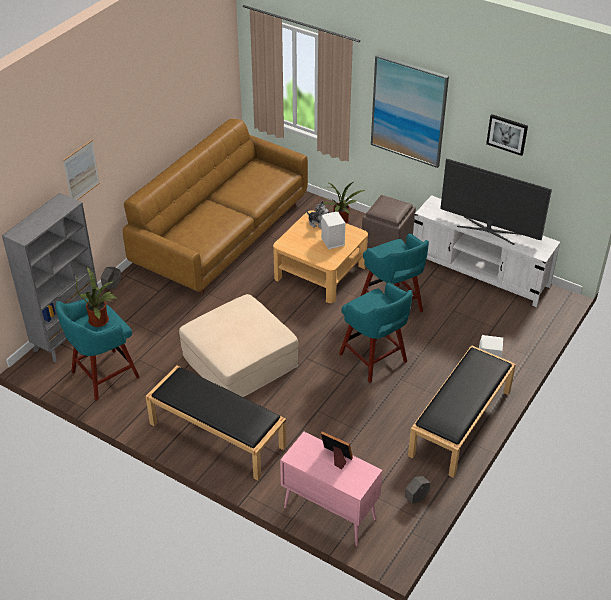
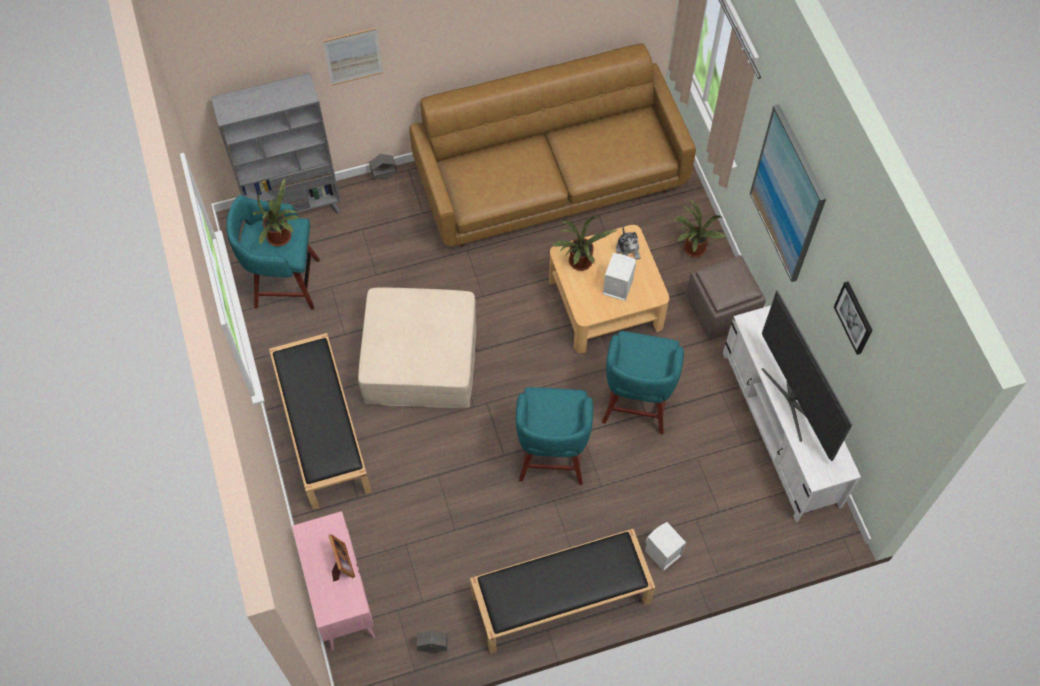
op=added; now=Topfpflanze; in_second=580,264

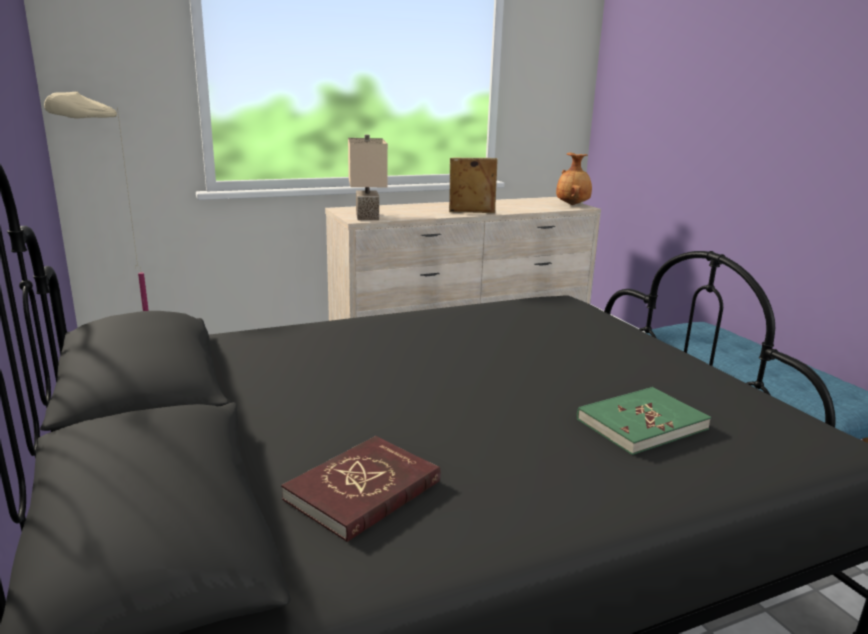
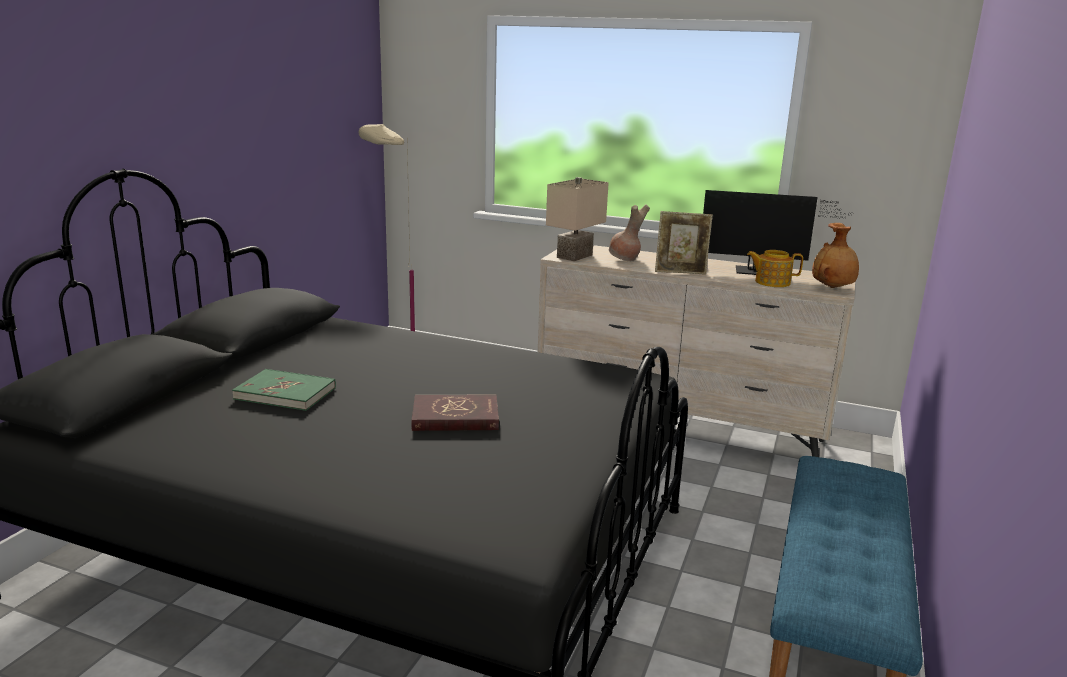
op=turned; was=Bilderrahmen; in_first=471,213; in_second=680,272; clockwise=135
op=moved; was=Buch (grün); in_first=641,424; in_second=285,393
op=moved; was=Buch (rot); in_first=363,491; in_second=455,417
op=added; now=Monitor; in_second=756,271
op=added; now=Vase (braun); in_second=624,259
op=added; now=Teekanne; in_second=771,282

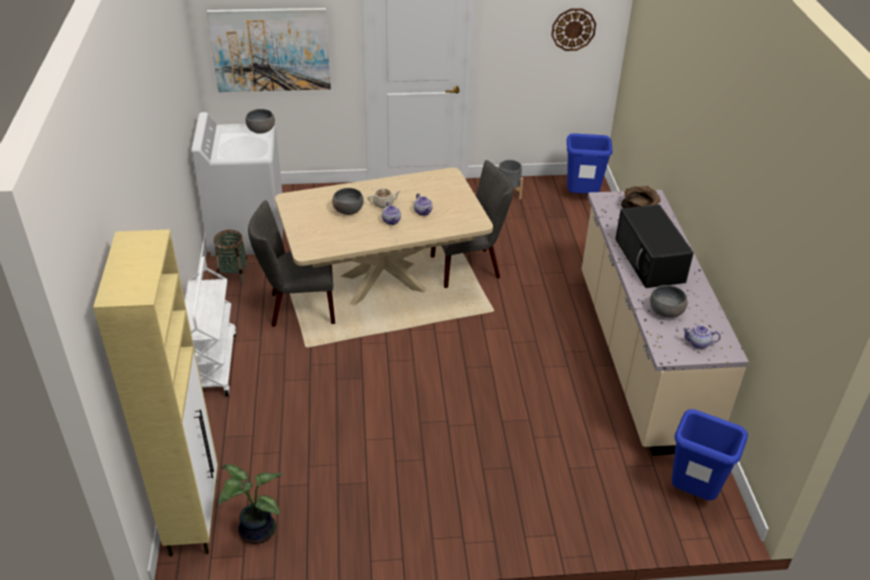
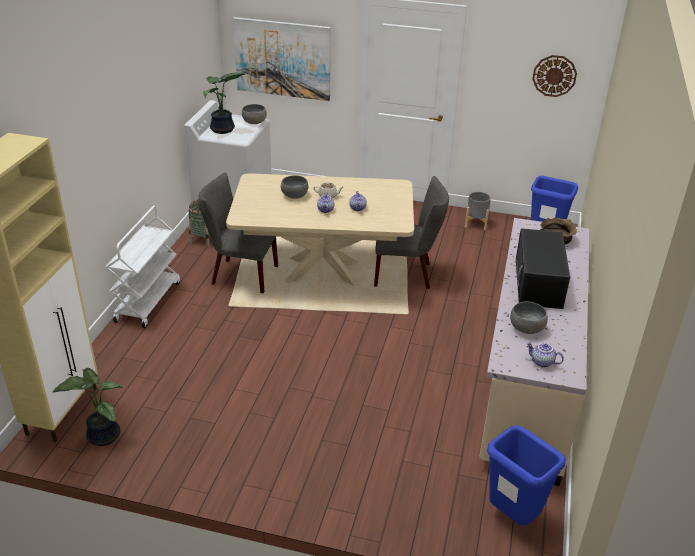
op=added; now=Topfpflanze; in_second=223,130

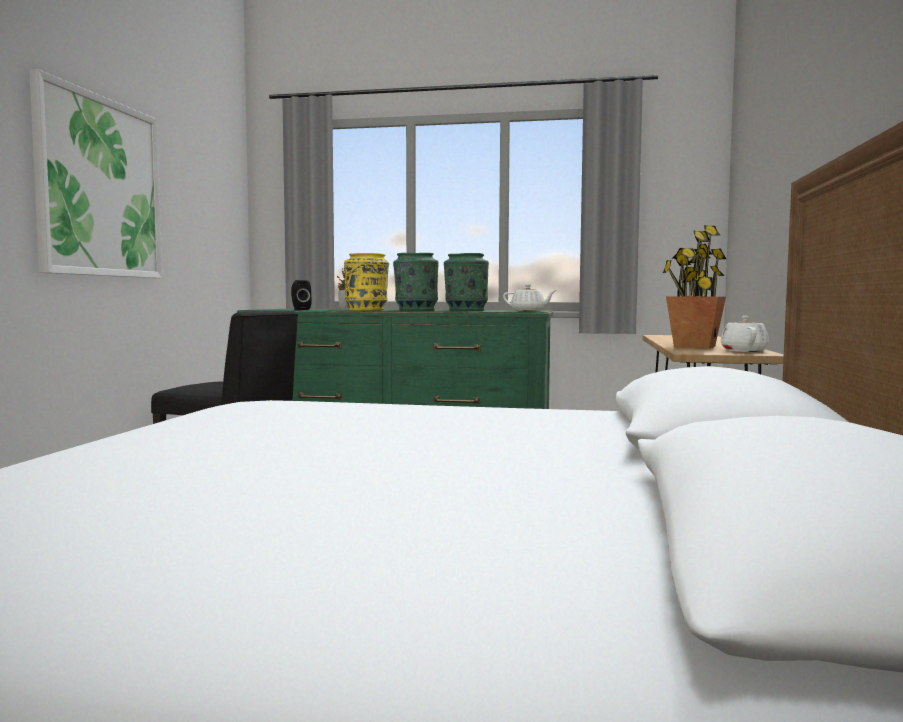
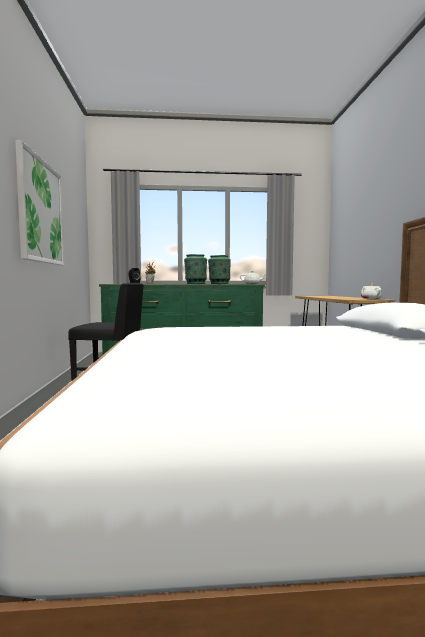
op=removed; was=Topfpflanze; in_first=694,347
op=removed; was=Vase (gelb); in_first=367,310

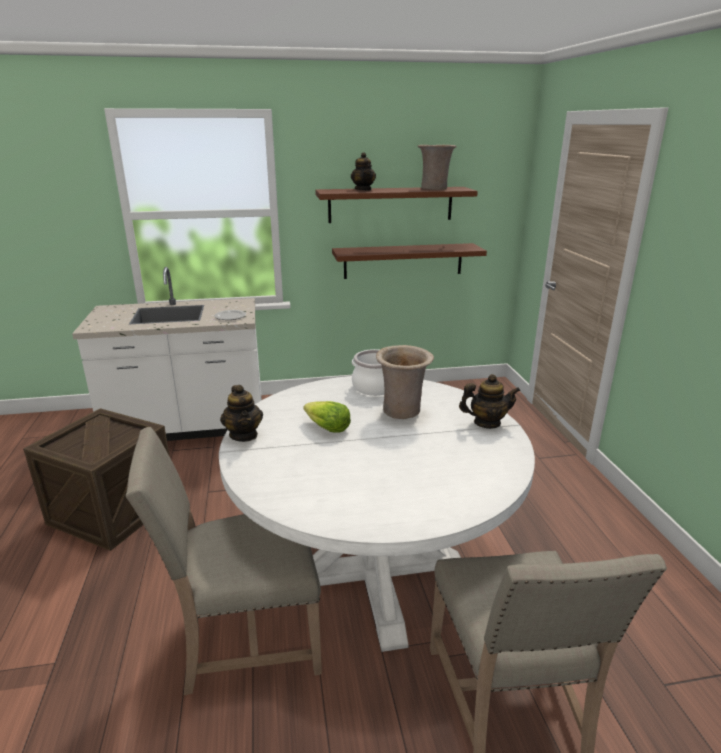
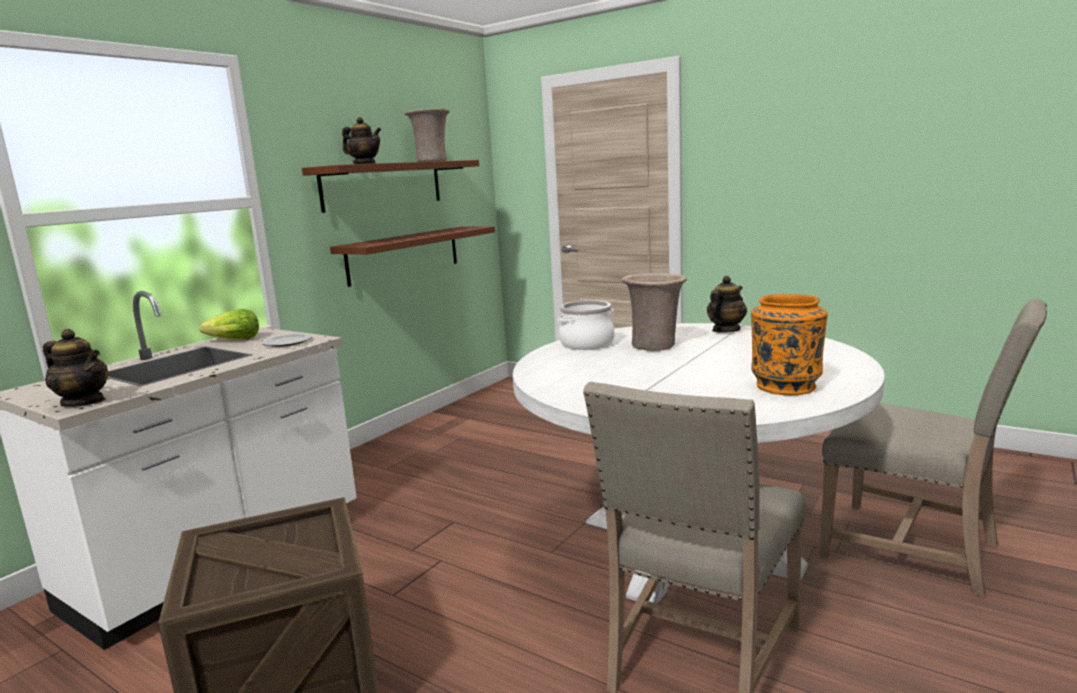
op=moved; was=Teekanne; in_first=244,435; in_second=84,402
op=moved; was=Salatkopf; in_first=327,428; in_second=234,340
op=added; now=Vase (orange); in_second=785,386

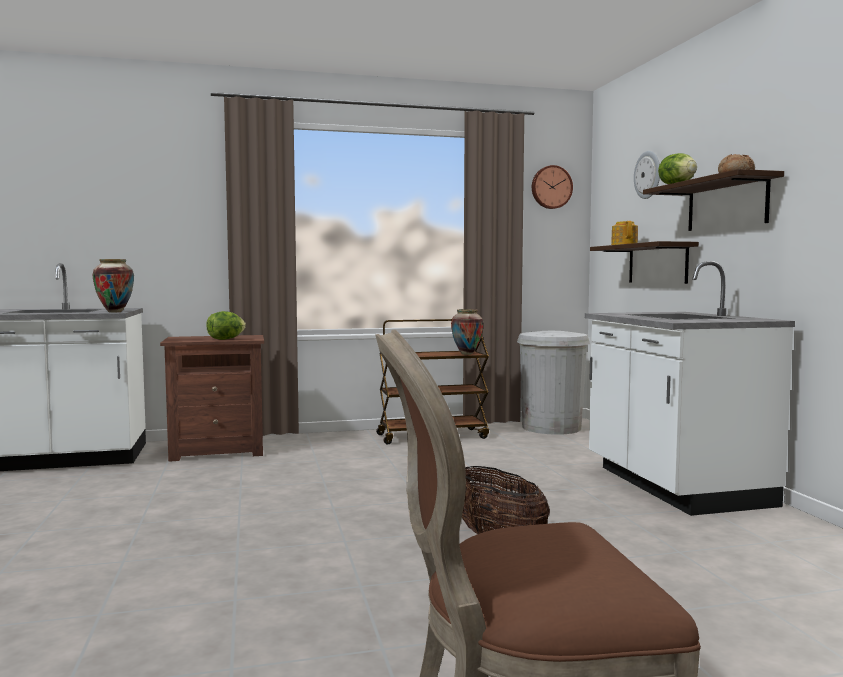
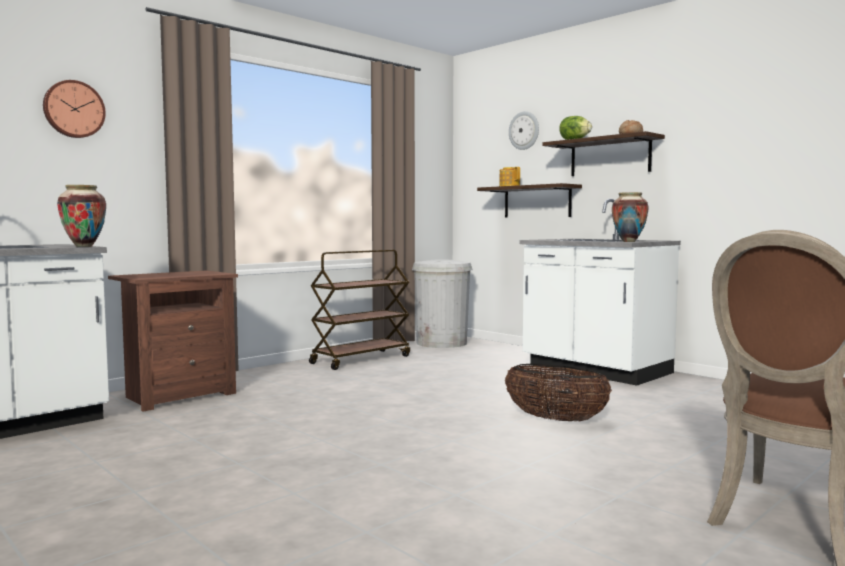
op=moved; was=Wanduhr; in_first=551,187; in_second=73,109
op=moved; was=Vase; in_first=466,354; in_second=628,241
op=removed; was=Salatkopf; in_first=225,339

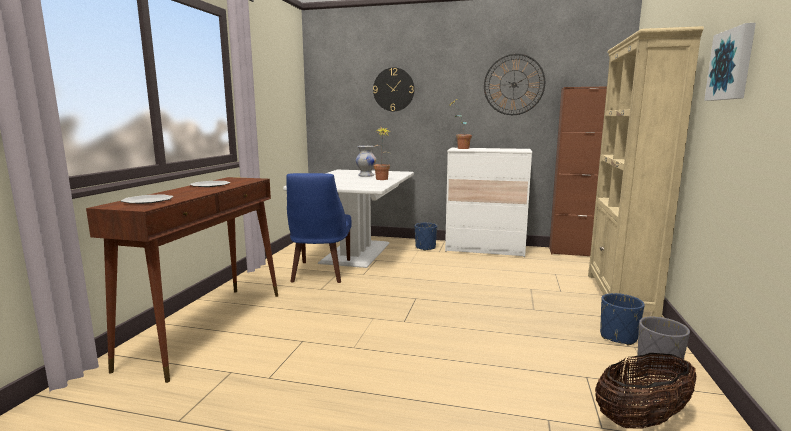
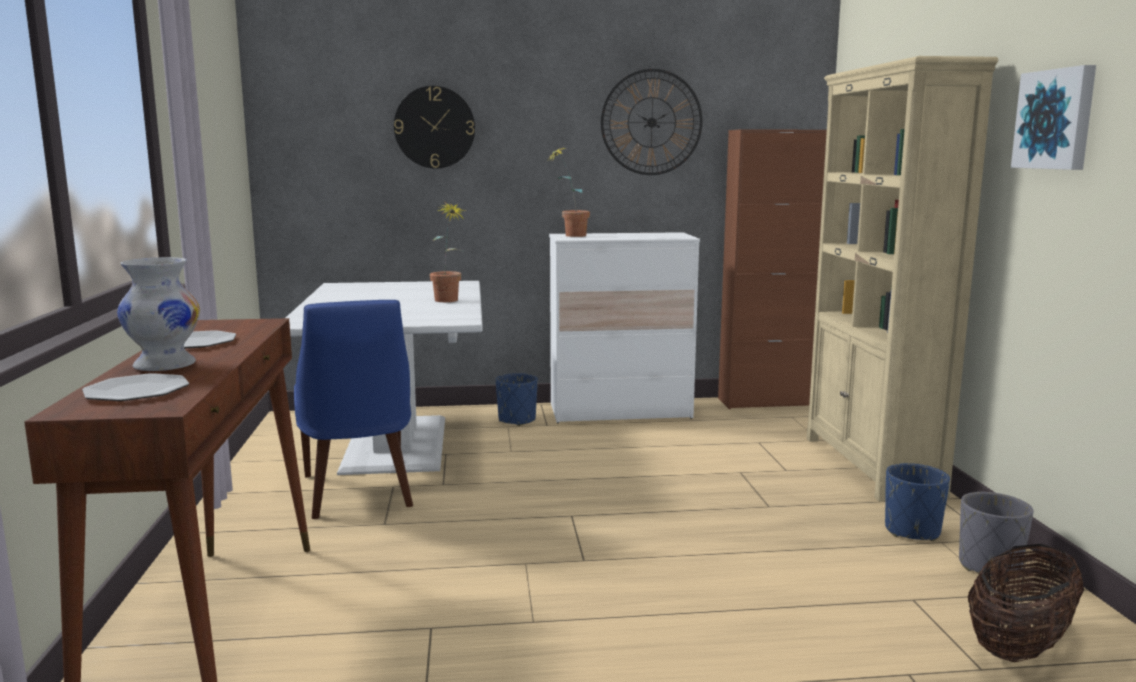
op=moved; was=Vase (weiß); in_first=366,176; in_second=165,366

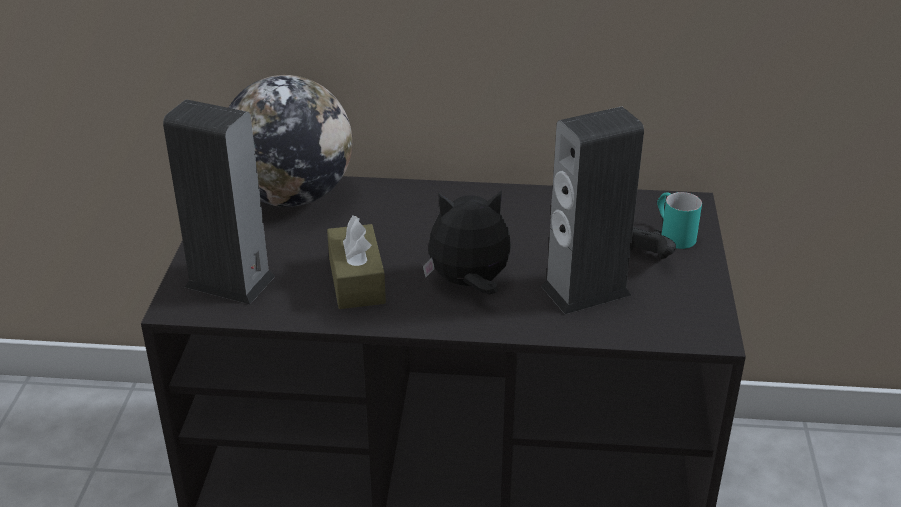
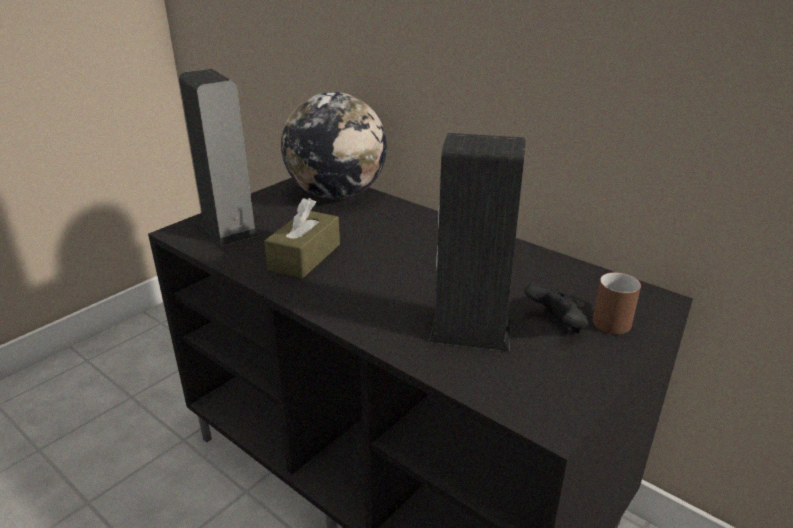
op=removed; was=Plüschtier; in_first=469,284
op=recoloured; was=Henkelbecher (türkis); now=Henkelbecher (braun); in_first=673,234; in_second=610,317

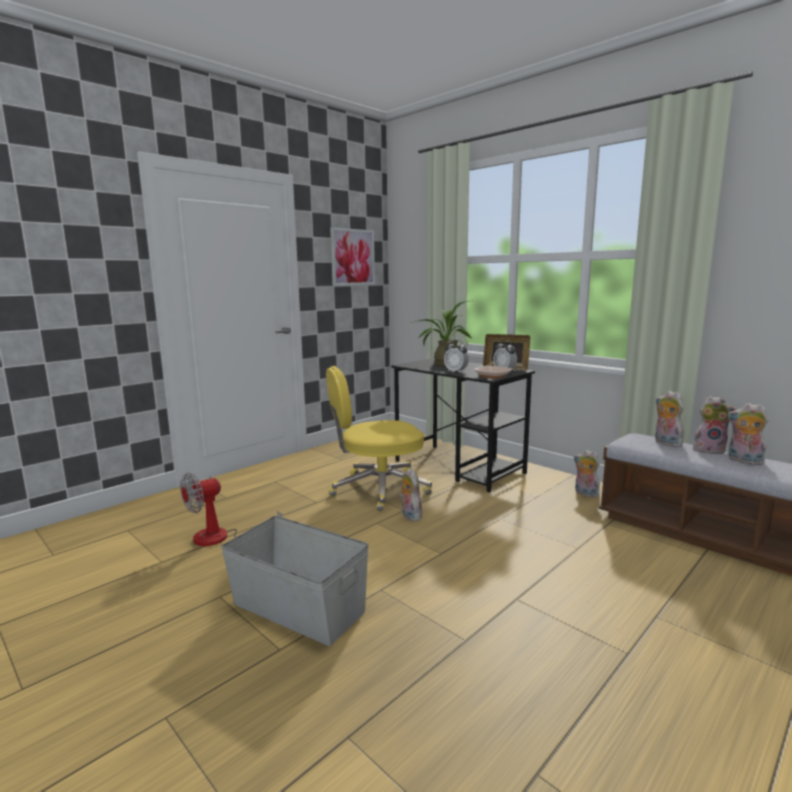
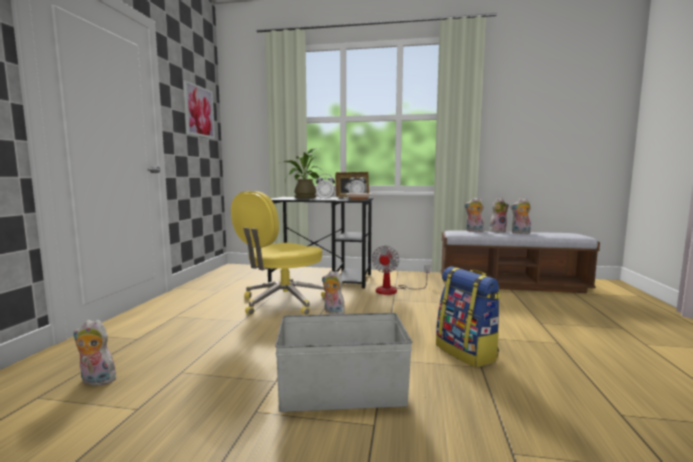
op=moved; was=Plüschtier; in_first=585,493; in_second=95,381
op=moved; was=Ventilator; in_first=222,539; in_second=393,290
op=added; now=Rucksack; in_second=467,352

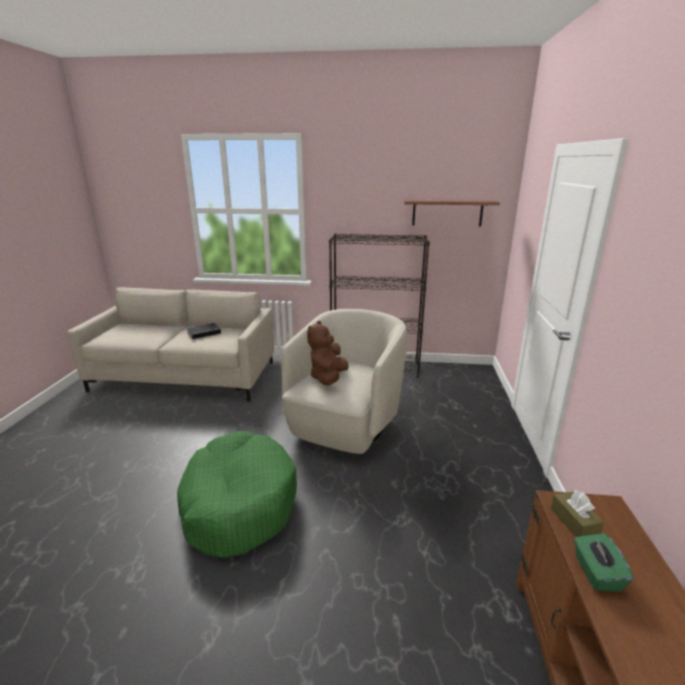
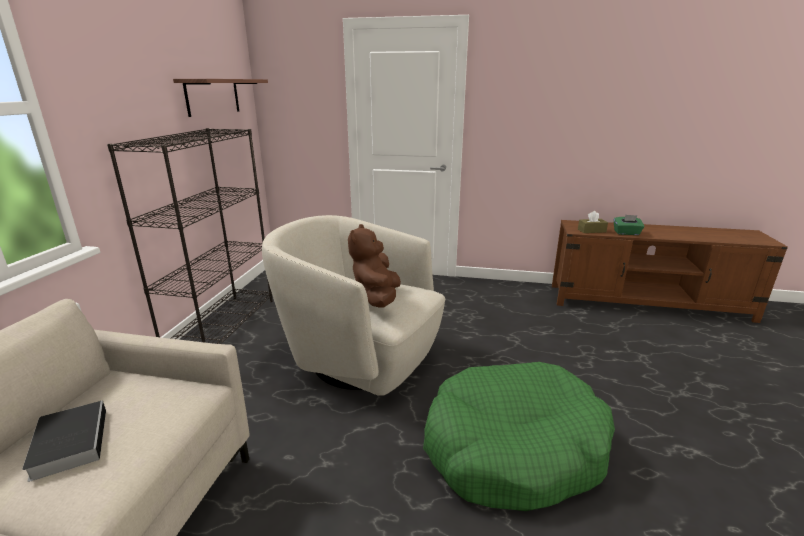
op=turned; was=Plüschtier (braun); in_first=328,378; in_second=376,299; clockwise=75

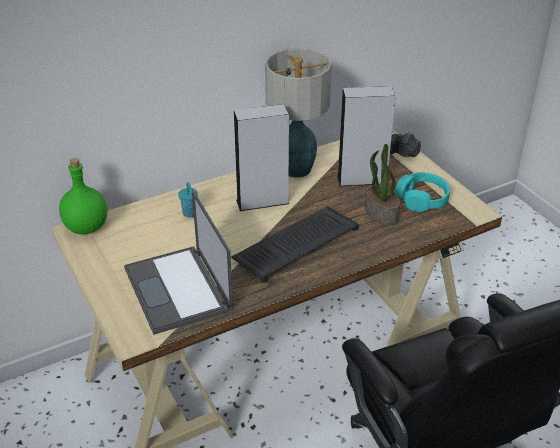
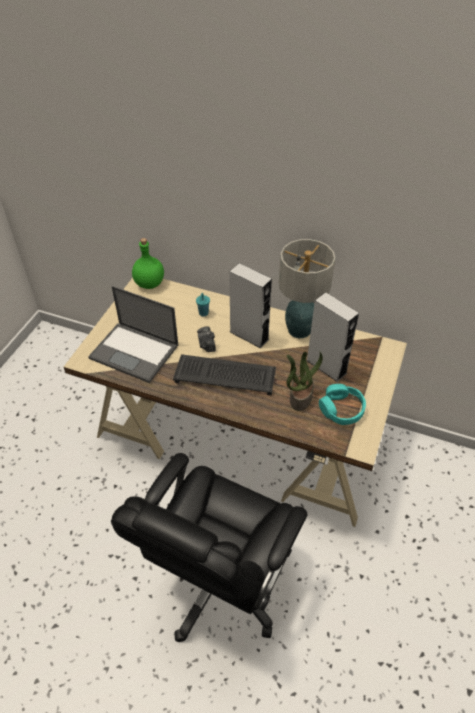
op=moved; was=Kamera; in_first=404,153; in_second=207,345
op=turned; was=Laptop; in_first=178,290; in_second=135,352; clockwise=-90

